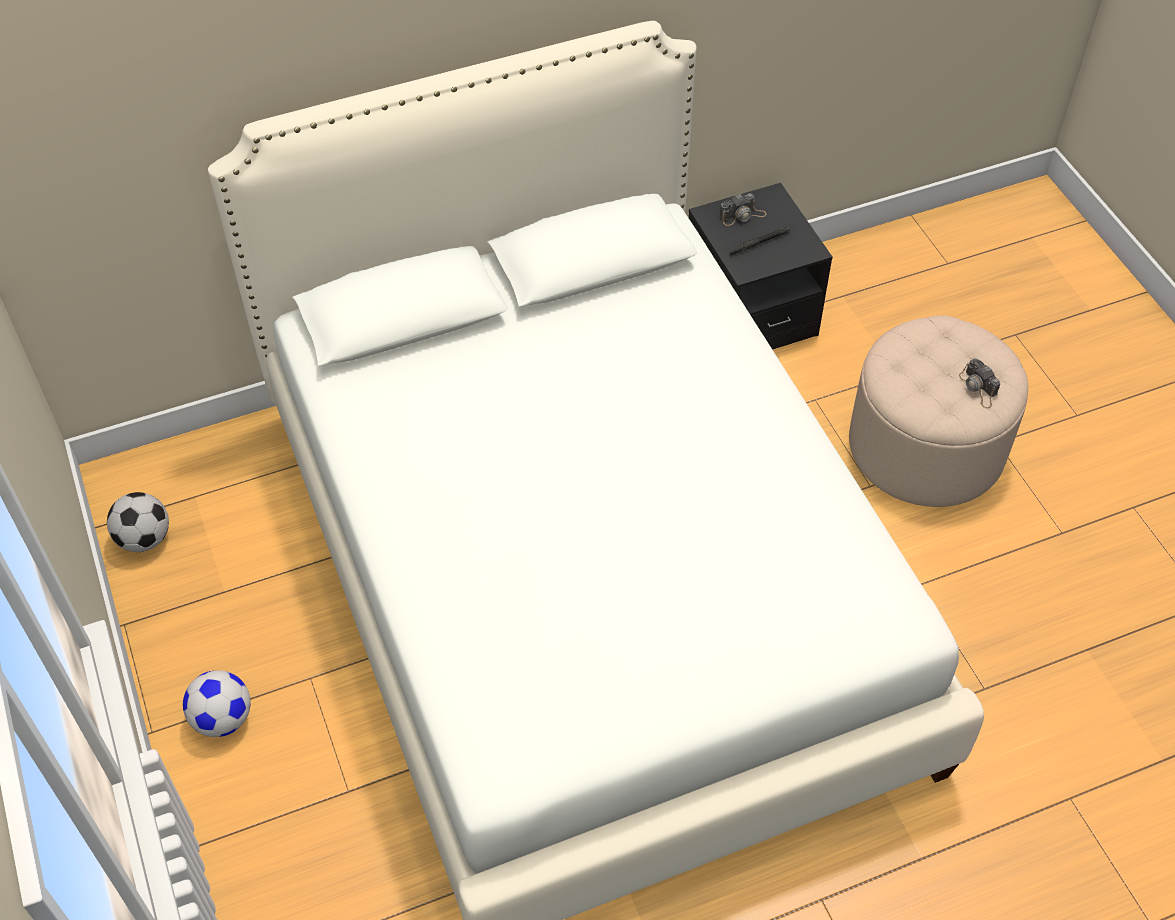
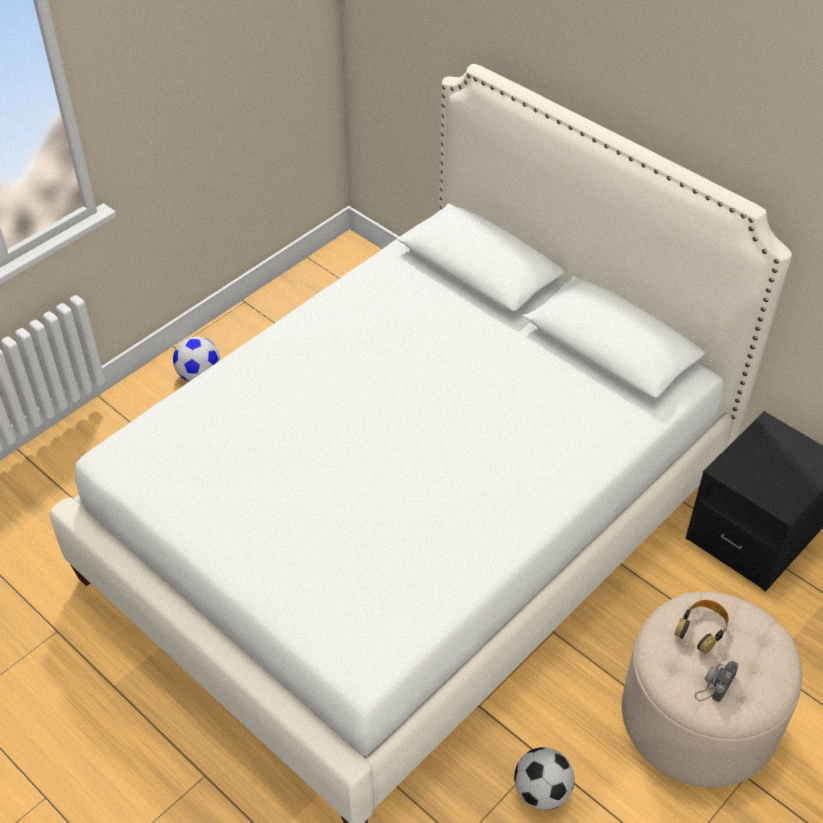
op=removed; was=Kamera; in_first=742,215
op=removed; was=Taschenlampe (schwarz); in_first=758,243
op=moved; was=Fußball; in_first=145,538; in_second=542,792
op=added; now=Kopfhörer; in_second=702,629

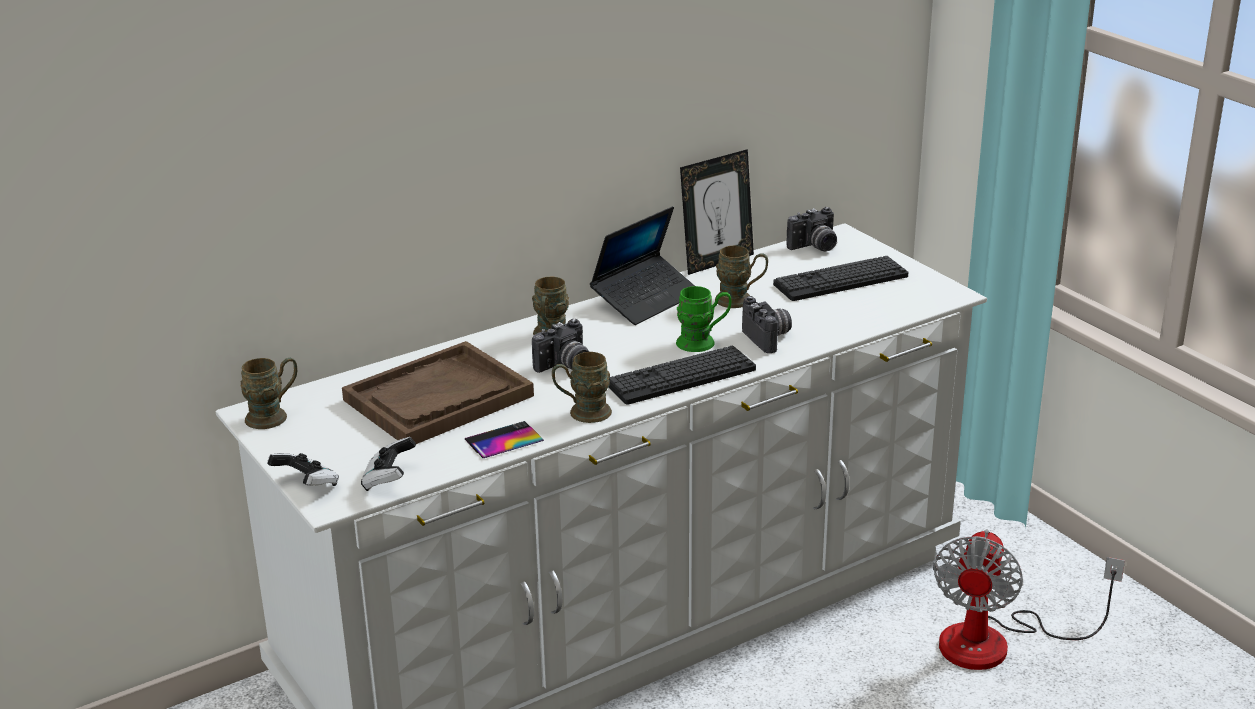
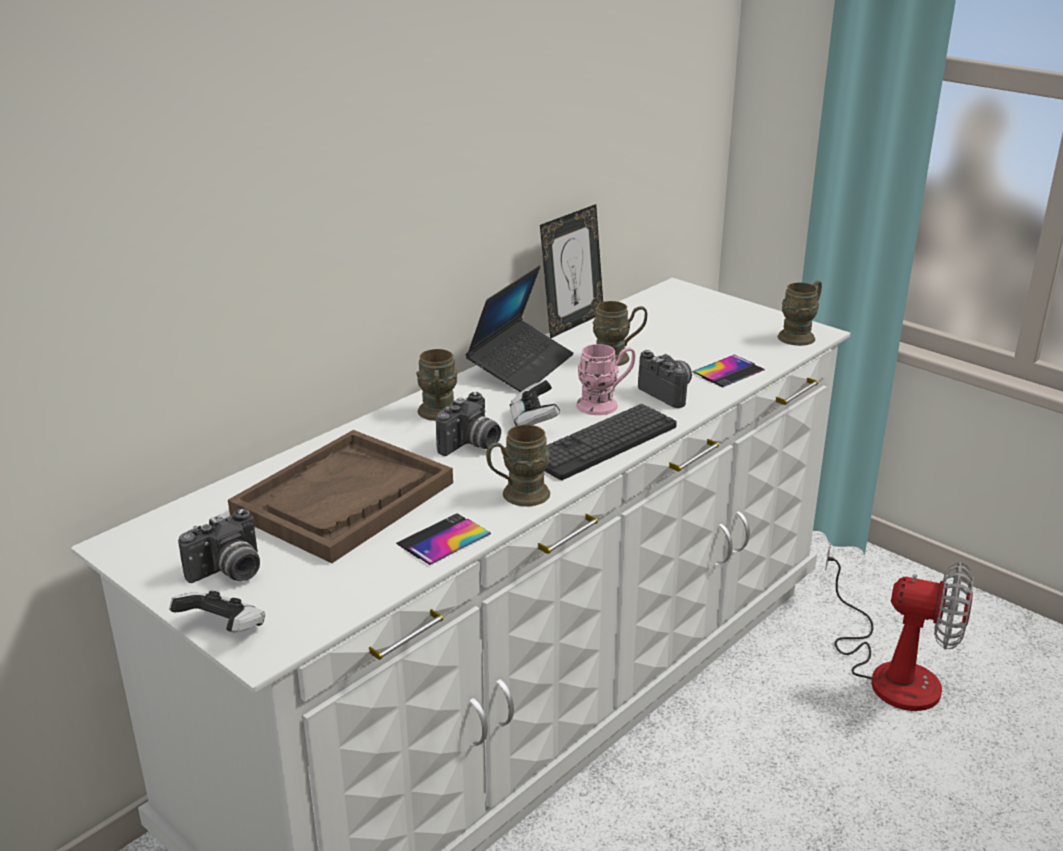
op=moved; was=Kamera; in_first=814,247; in_second=229,573
op=removed; was=Tastatur; in_first=840,280
op=recoloured; was=Henkelbecher (grün); now=Henkelbecher (rosa); in_first=703,342; in_second=605,404
op=moved; was=Henkelbecher (braun); in_first=274,416; in_second=800,335
op=moved; was=Gamepad; in_first=389,480; in_second=533,422
op=turned; was=Ventilator; in_first=996,642; in_second=891,670; clockwise=-75
op=added; now=Handy; in_second=728,371

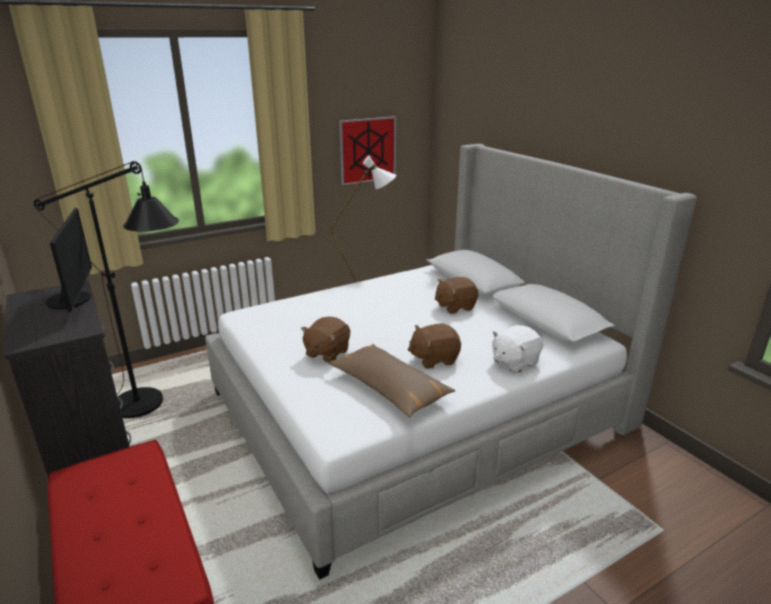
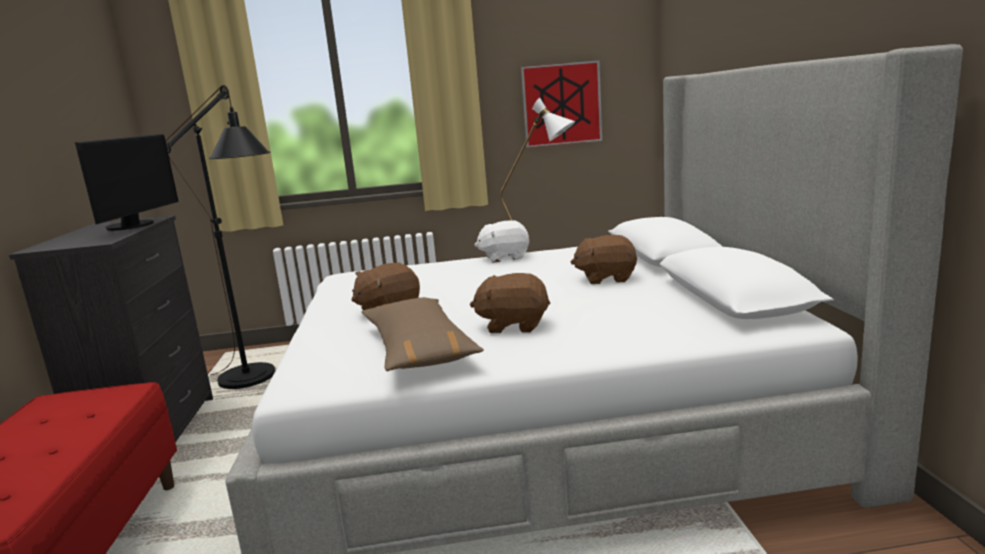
op=moved; was=Plüschtier (weiß); in_first=514,362; in_second=504,257

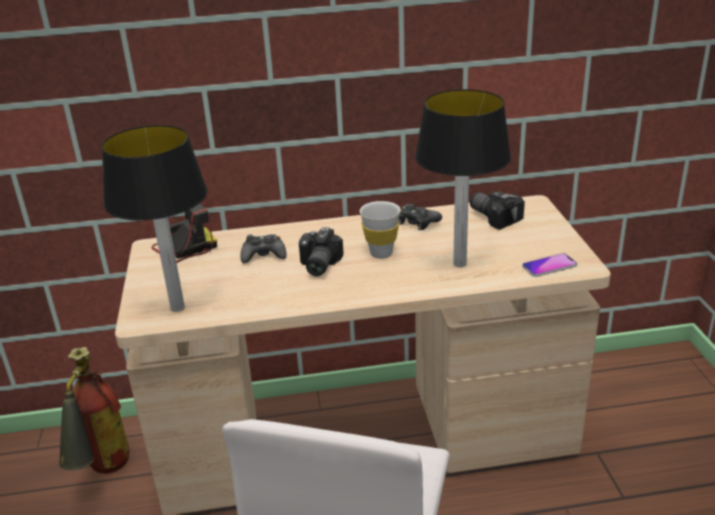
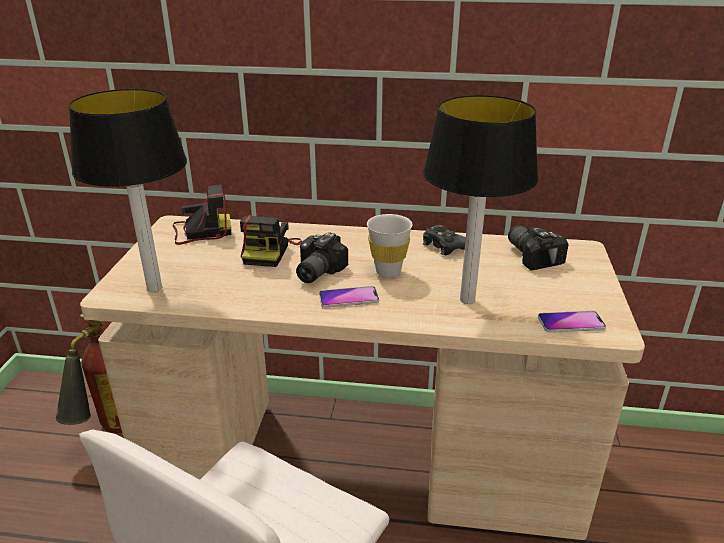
op=replaced; was=Gamepad (schwarz); now=Kamera; in_first=263,255; in_second=270,251
op=added; now=Handy; in_second=348,298

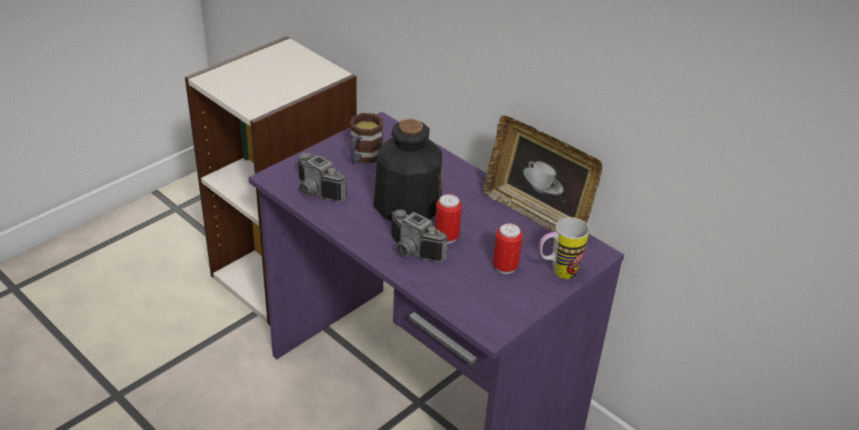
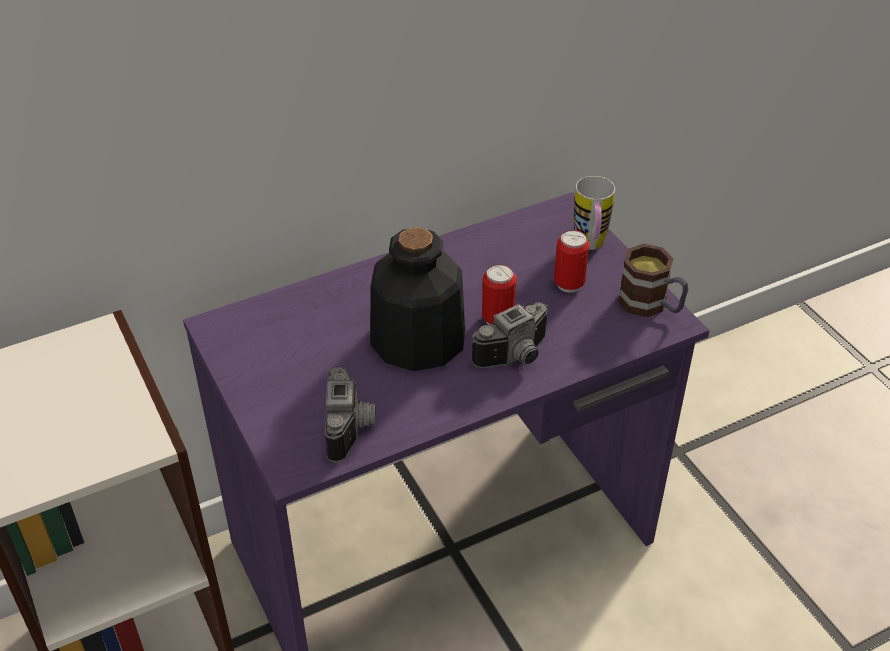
op=moved; was=Henkelbecher; in_first=363,157; in_second=651,305
op=removed; was=Bilderrahmen; in_first=536,214
op=turned; was=Kamera; in_first=315,192; in_second=352,427; clockwise=-60

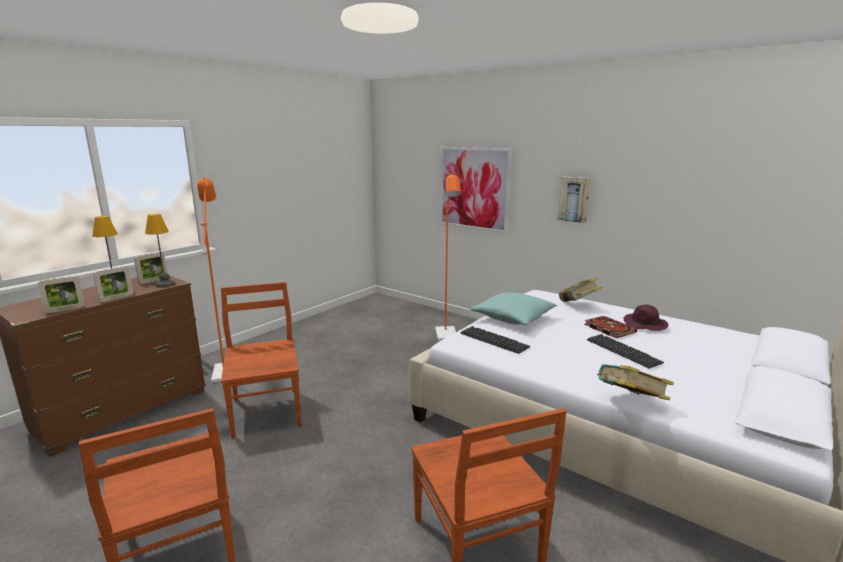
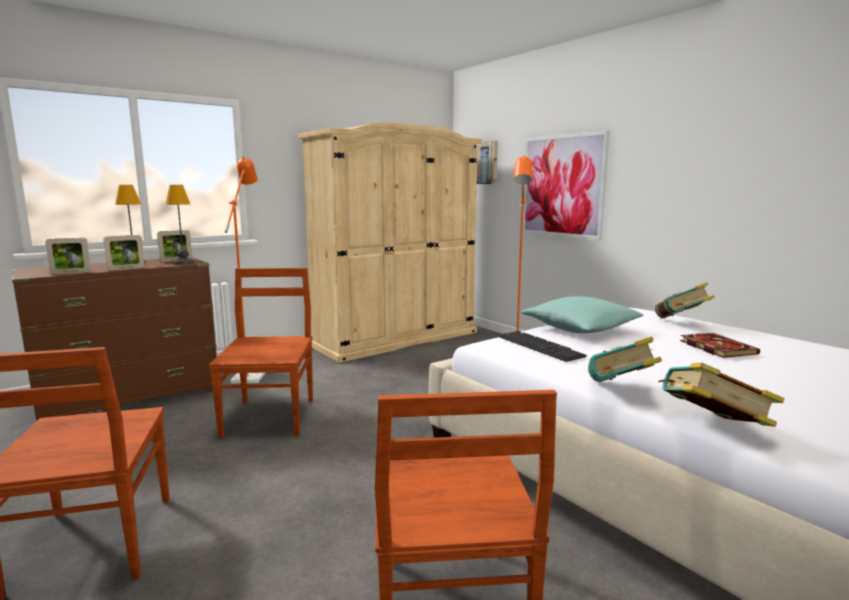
op=moved; was=Bild; in_first=574,199; in_second=487,163
op=removed; was=Hut (lila); in_first=645,325
op=removed; was=Tastatur; in_first=623,351
op=added; now=Kleiderschrank (beige); in_second=396,338
op=added; now=Buch; in_second=620,391

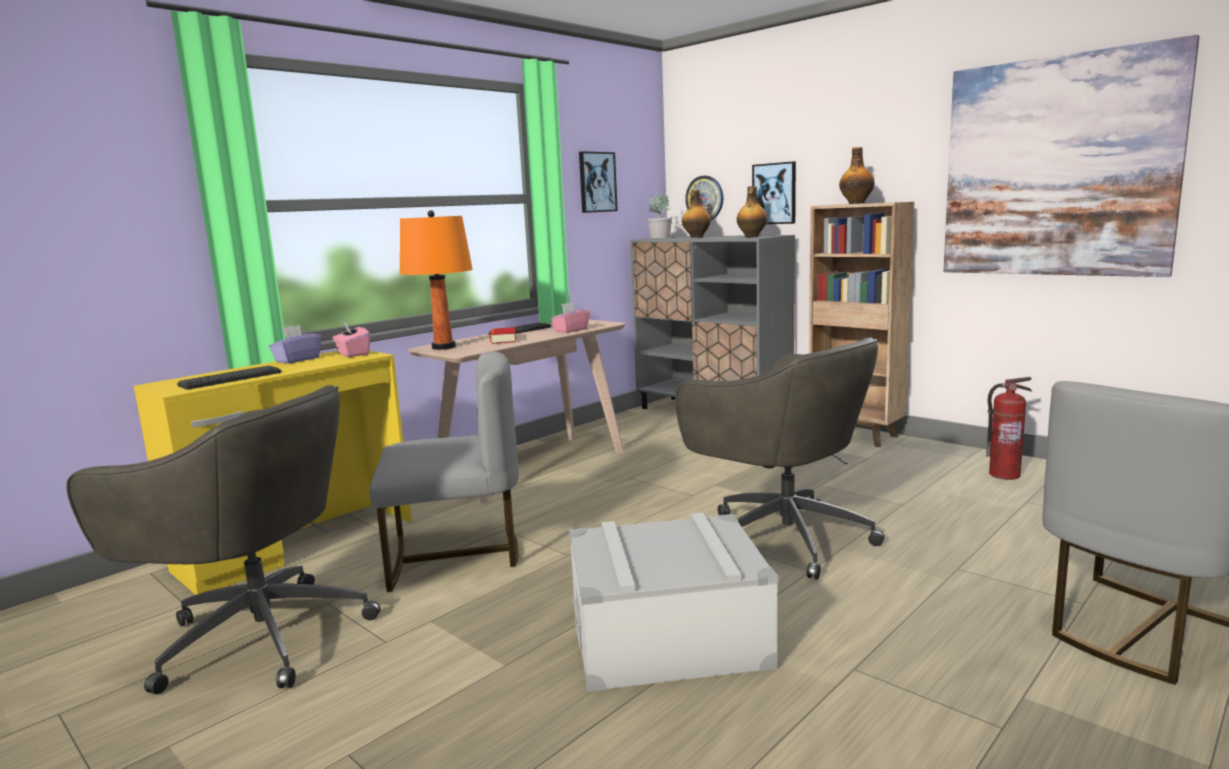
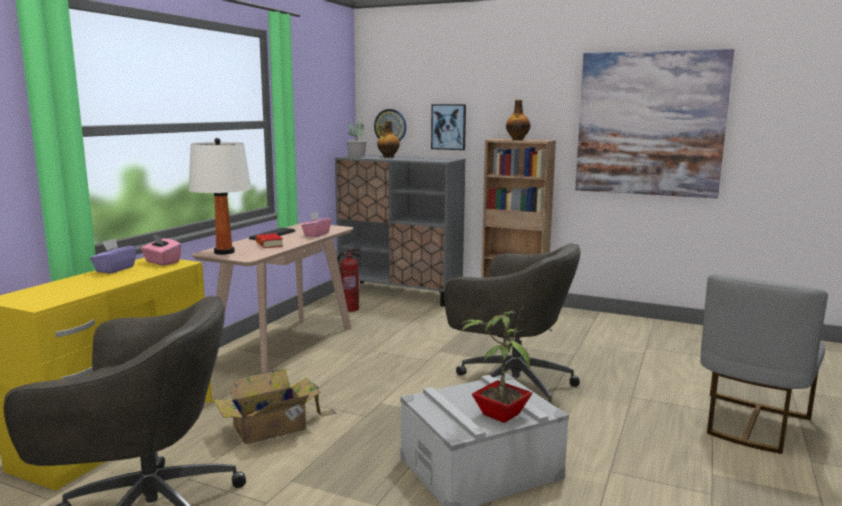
op=removed; was=Bild; in_first=597,182
op=removed; was=Flasche; in_first=751,236
op=recoloured; was=Tischlampe (orange); now=Tischlampe (weiß); in_first=444,347; in_second=224,252
op=replaced; was=Stuhl (grau); now=Karton; in_first=455,556; in_second=273,427
op=removed; was=Tastatur; in_first=230,379
op=moved; was=Feuerlöscher; in_first=1004,474; in_second=350,309
op=added; now=Topfpflanze; in_second=499,414

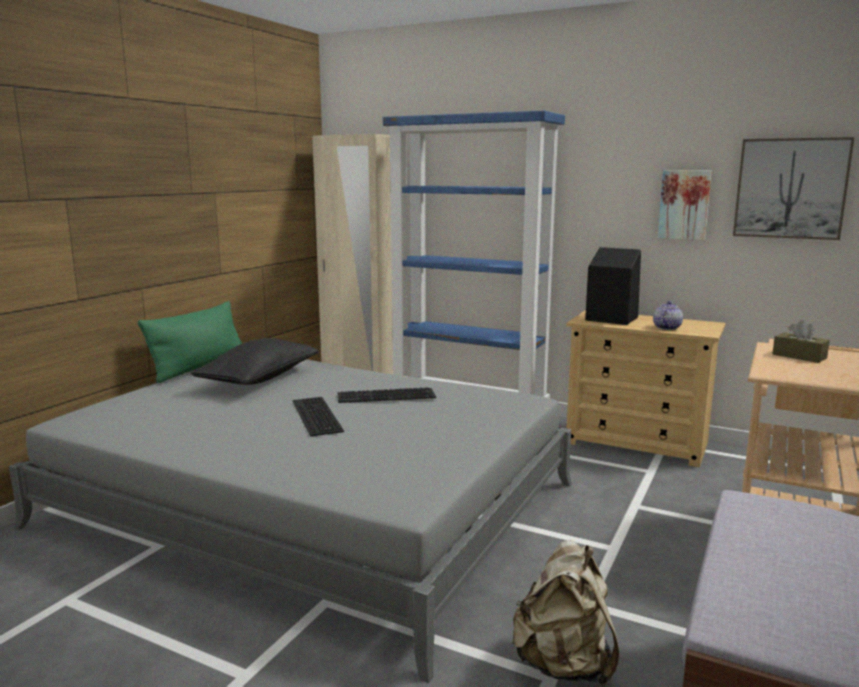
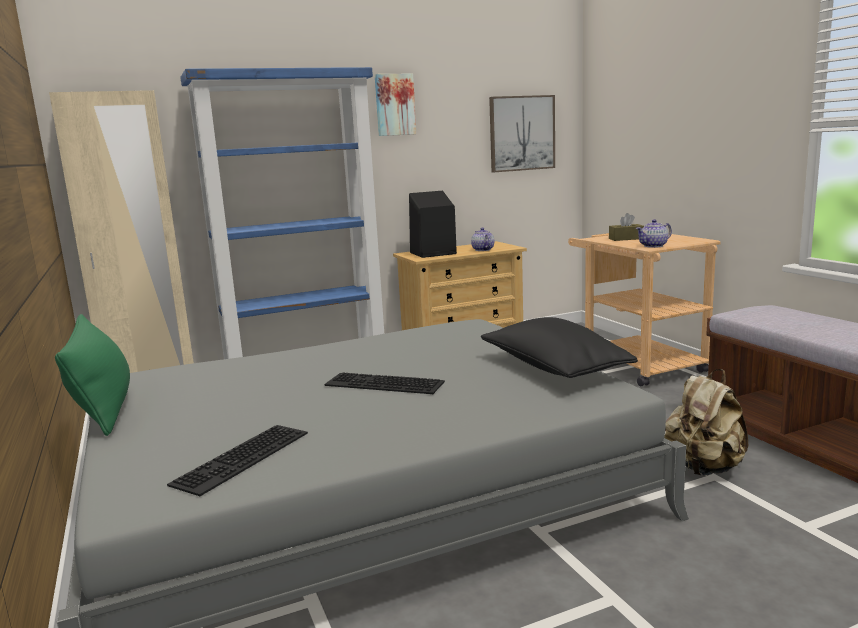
op=moved; was=Bild; in_first=684,204; in_second=394,105
op=moved; was=Kissen (schwarz); in_first=259,379; in_second=553,369
op=moved; was=Tastatur; in_first=385,396; in_second=243,459
op=added; now=Teekanne; in_second=654,246

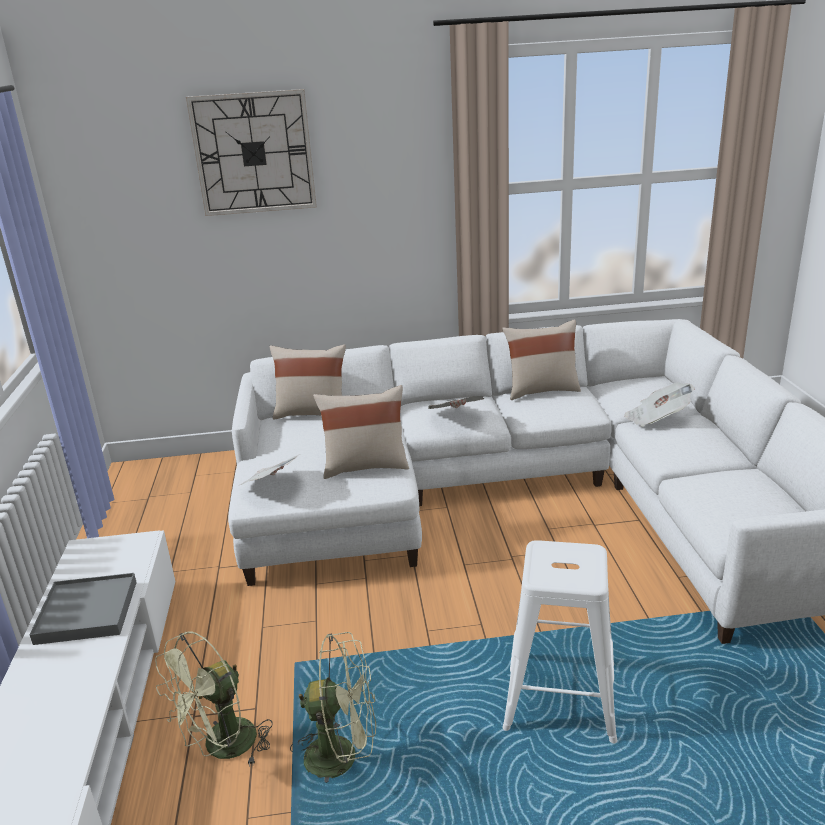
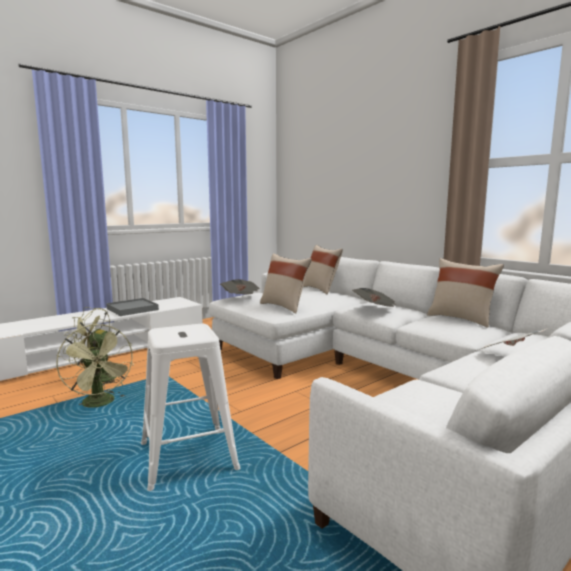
op=removed; was=Wanduhr; in_first=253,153

